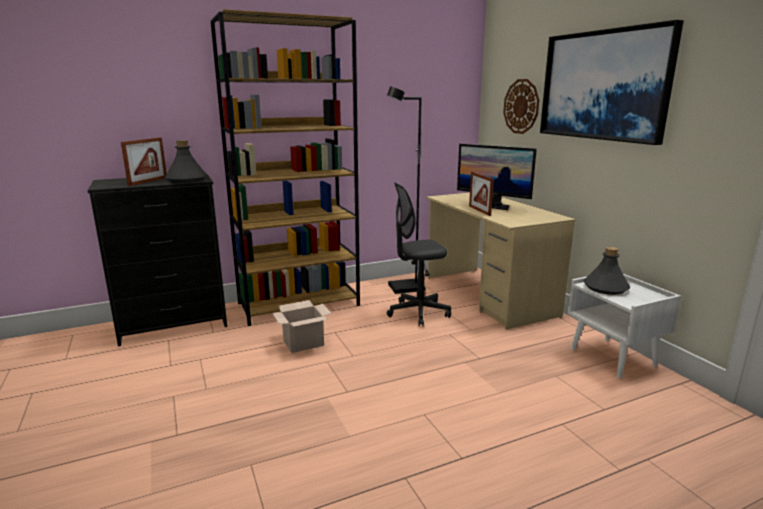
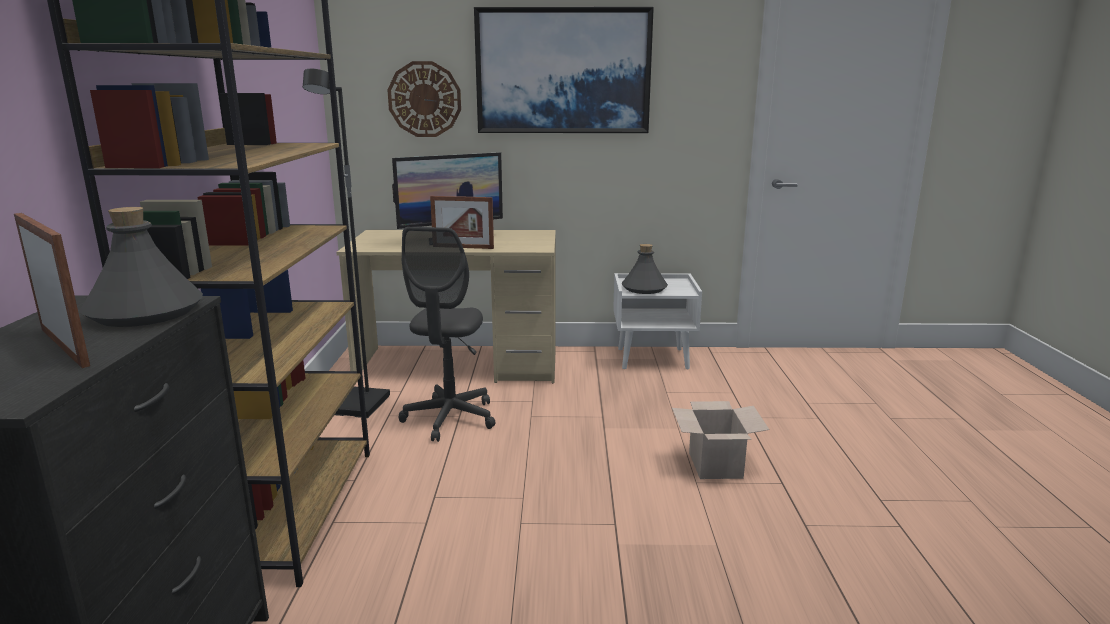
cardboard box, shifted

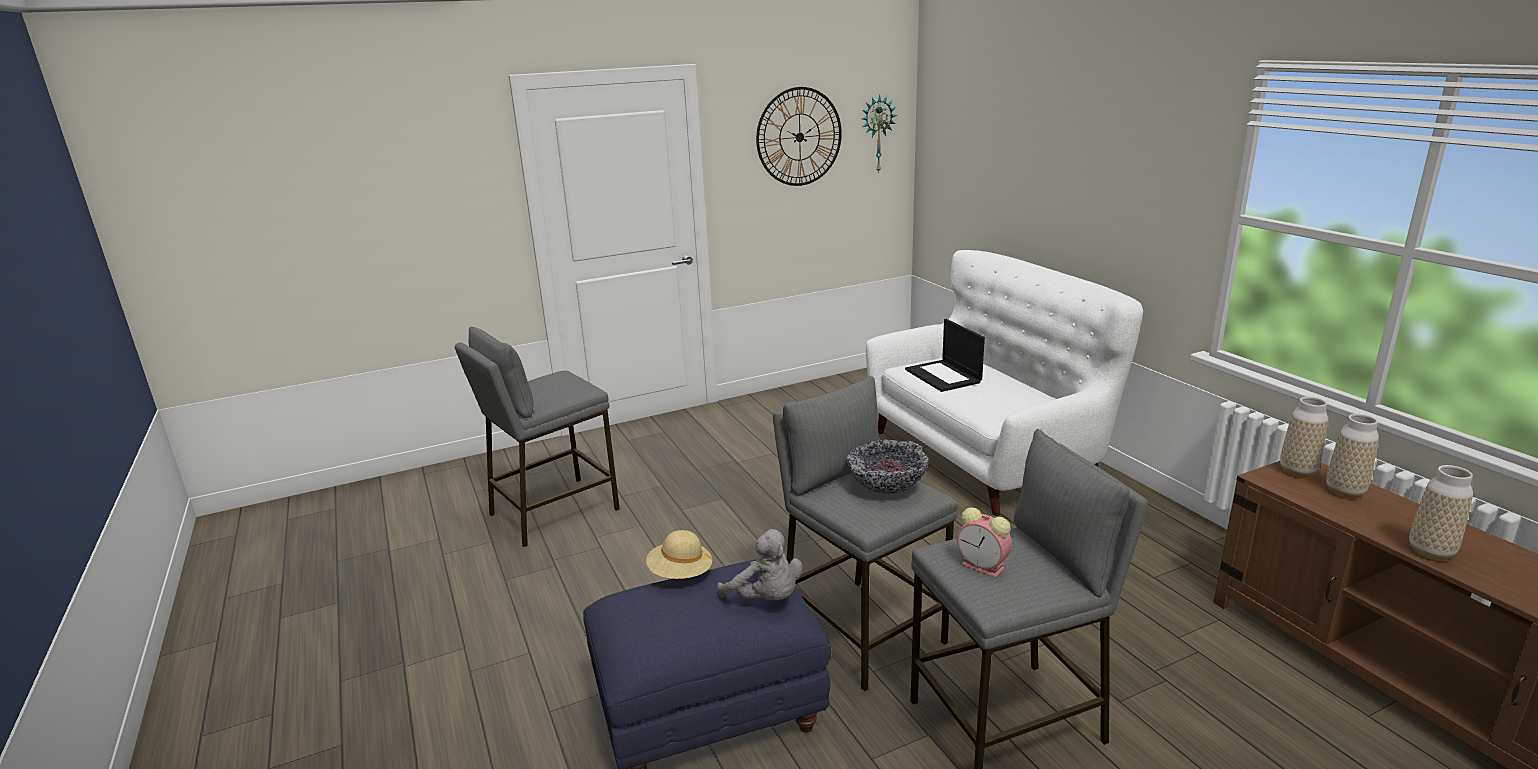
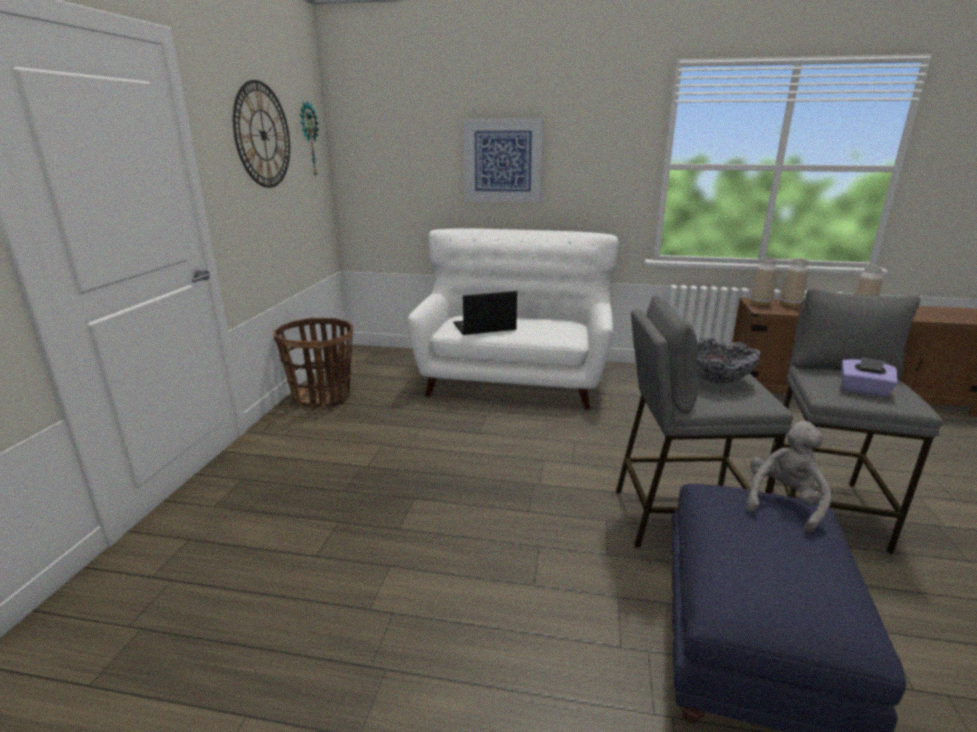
nothing => basket
laptop, 150 degrees clockwise
nothing => picture
grey plush toy, 45 degrees counterclockwise
alarm clock => purple tissue box
grey stool (no. 1 from left) => nothing
beige hat => nothing

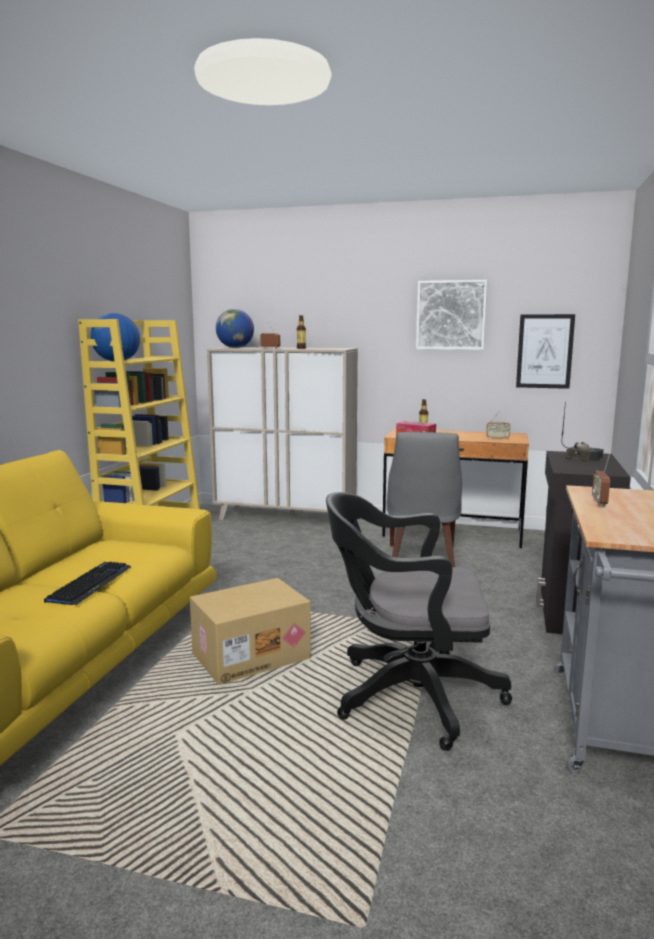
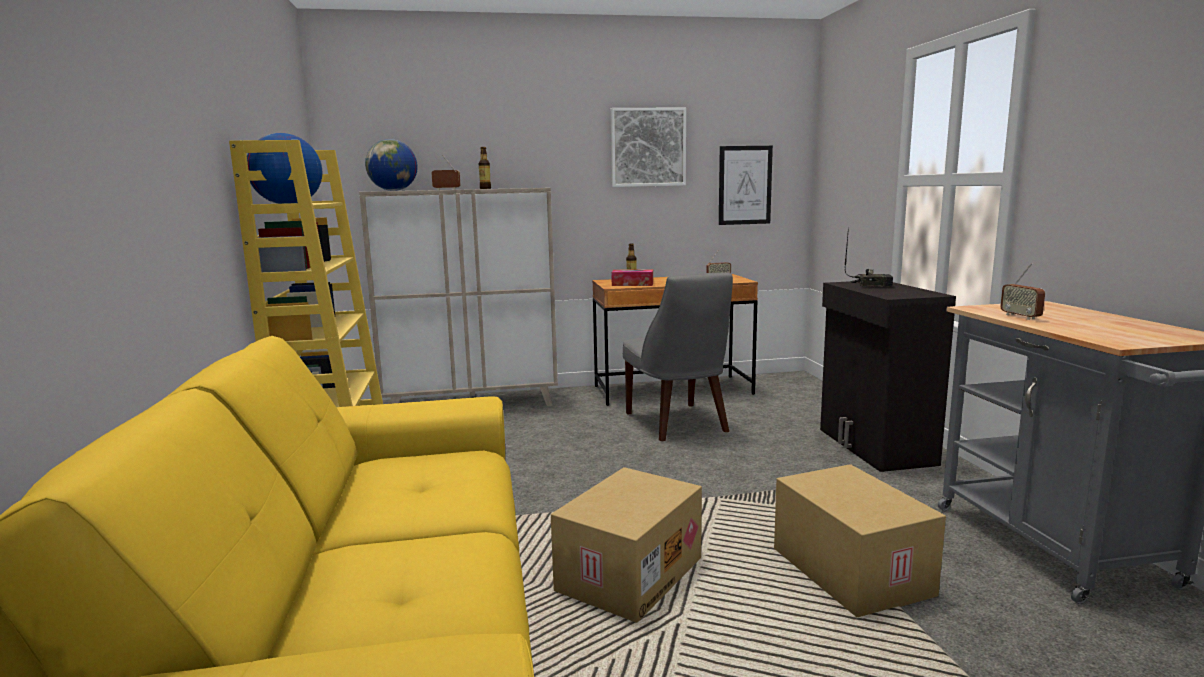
black office chair => cardboard box (no. 2 from left)
keyboard => nothing

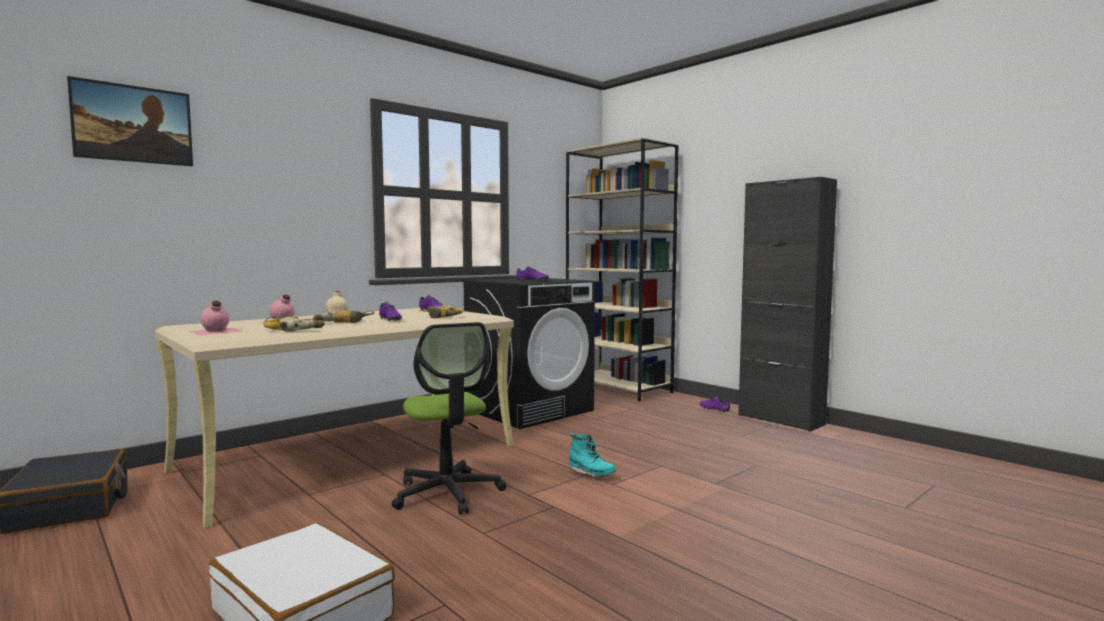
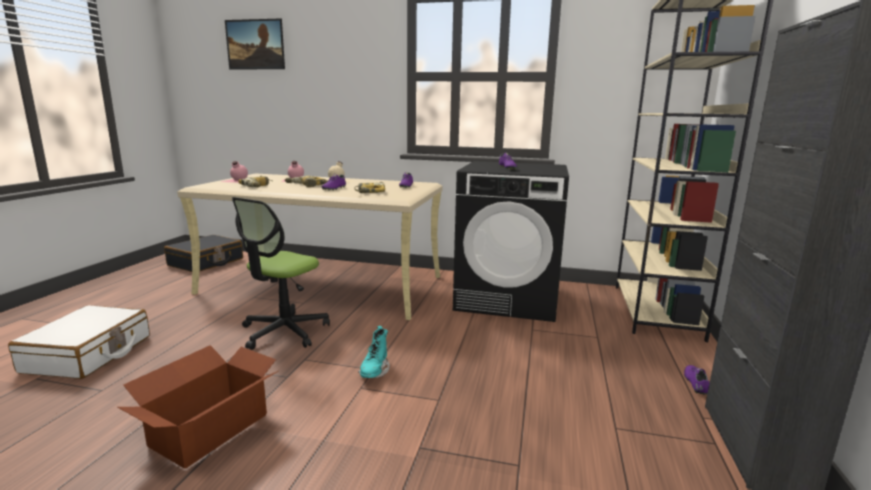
nothing => cardboard box

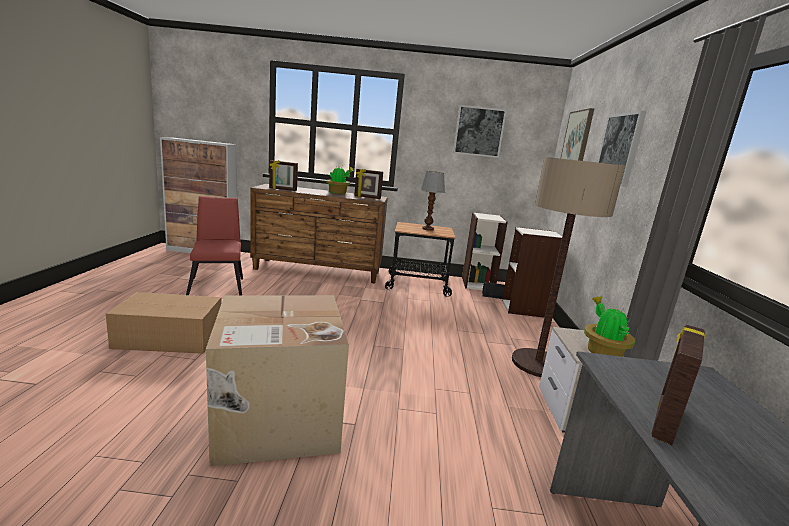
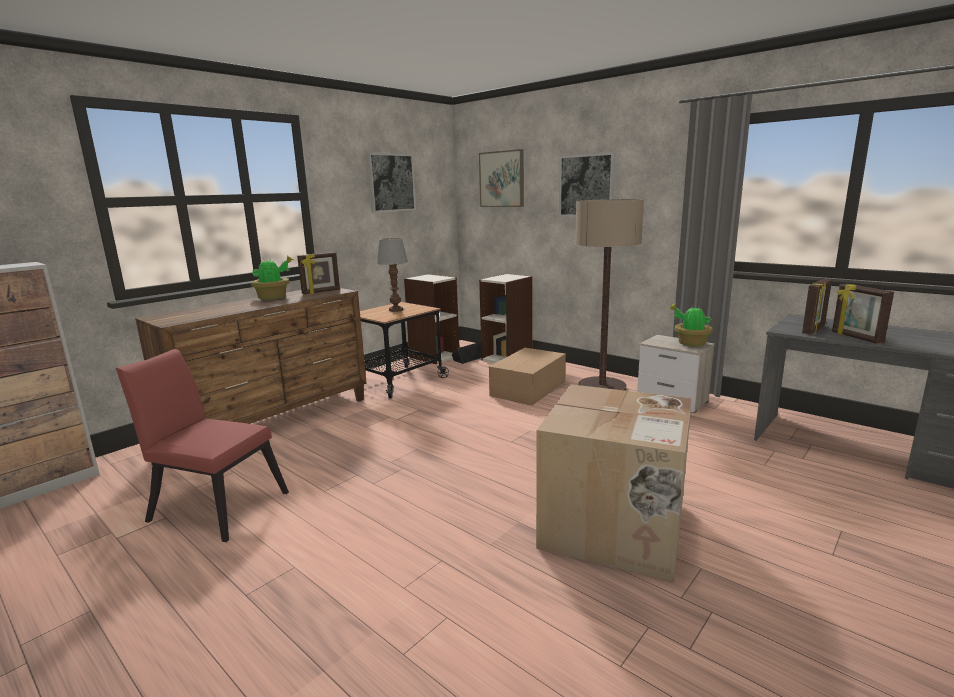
cardboard box (no. 1 from left), shifted
picture frame (no. 1 from left in the first image) => picture frame (no. 2 from left), shifted

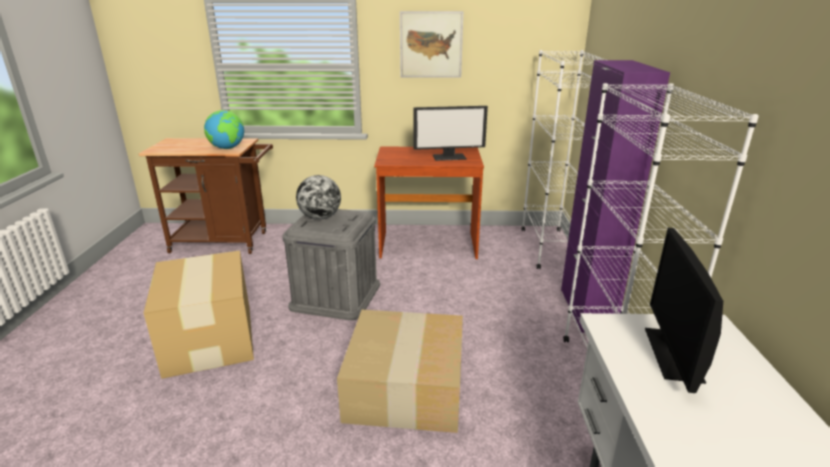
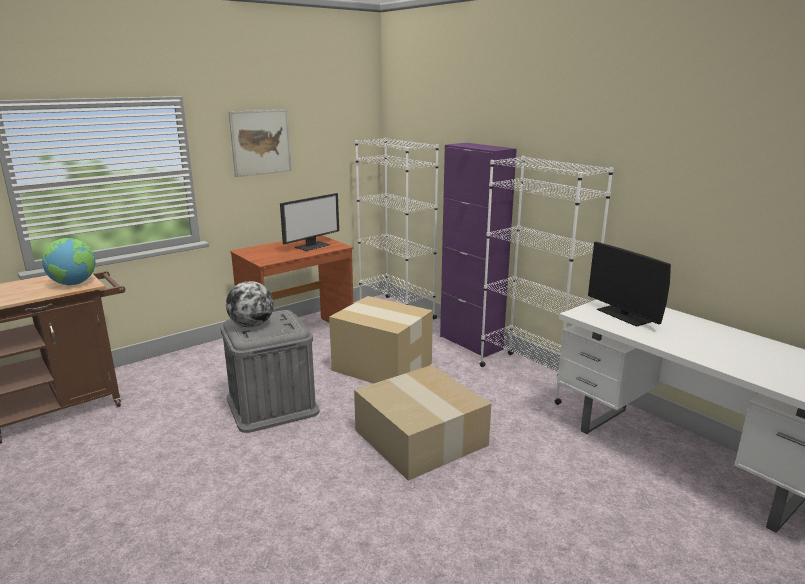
cardboard box (no. 1 from left), shifted

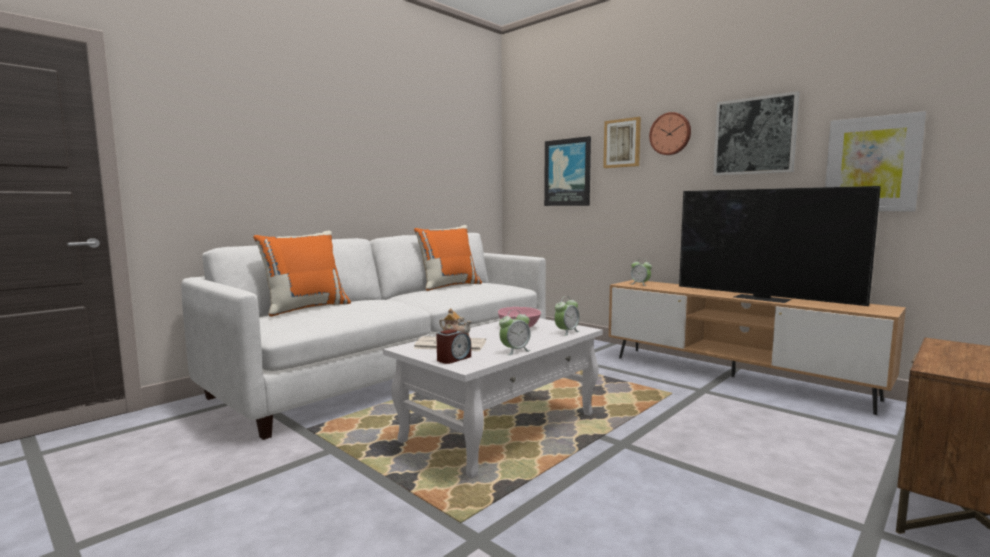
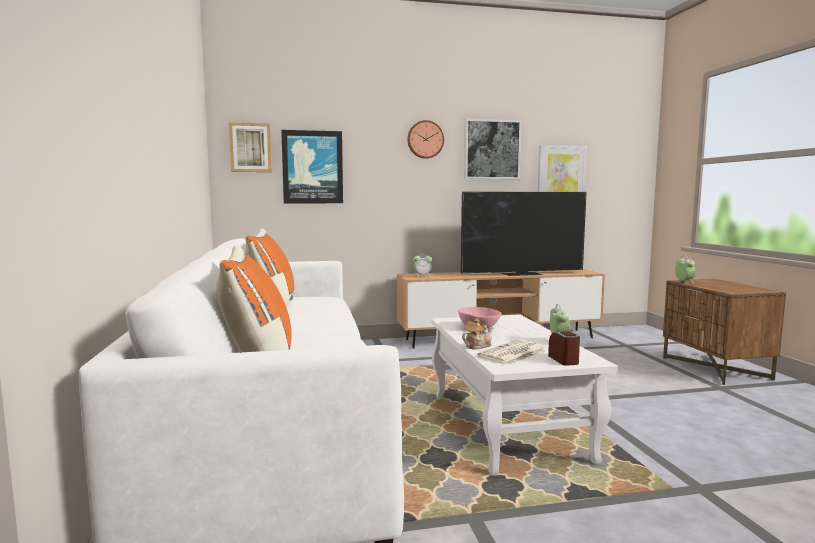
picture (no. 2 from left in the first image) => picture (no. 1 from left), shifted
alarm clock (no. 3 from left in the first image) => alarm clock (no. 4 from left), shifted

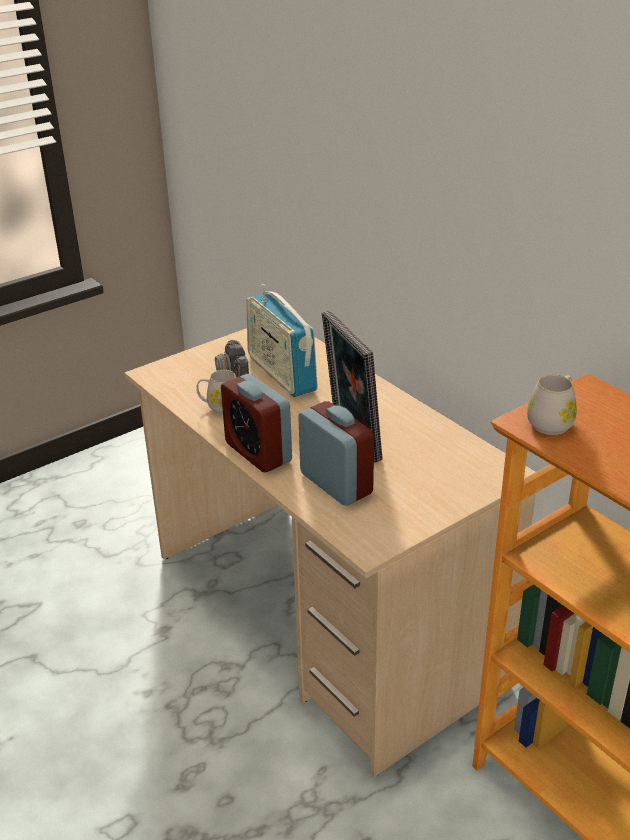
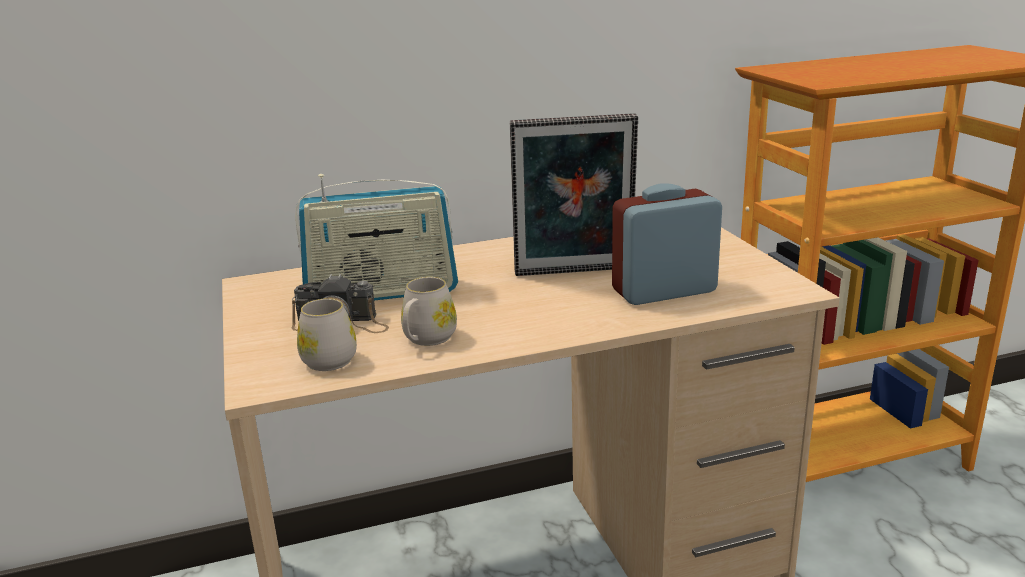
white mug (no. 2 from left in the first image) => white mug (no. 1 from left), shifted
alarm clock (no. 1 from left) => nothing

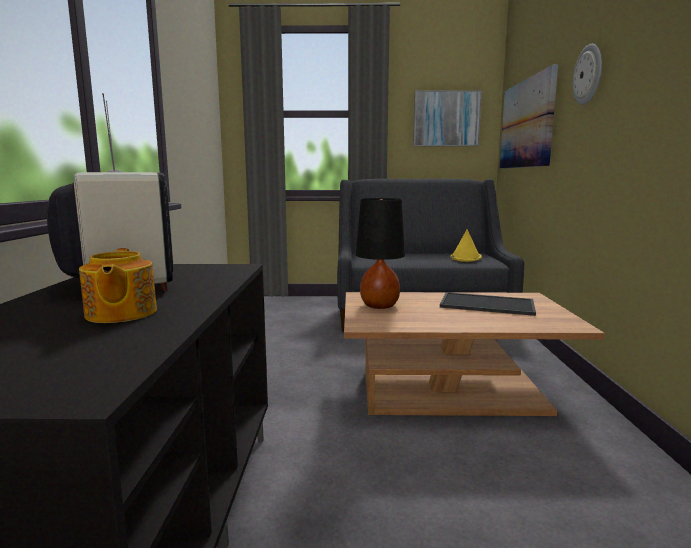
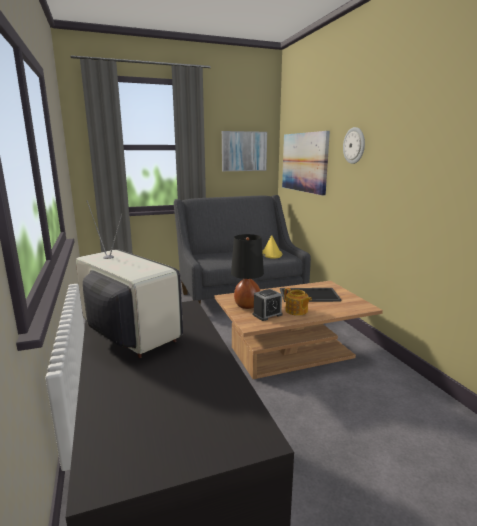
nothing => alarm clock
teapot, shifted

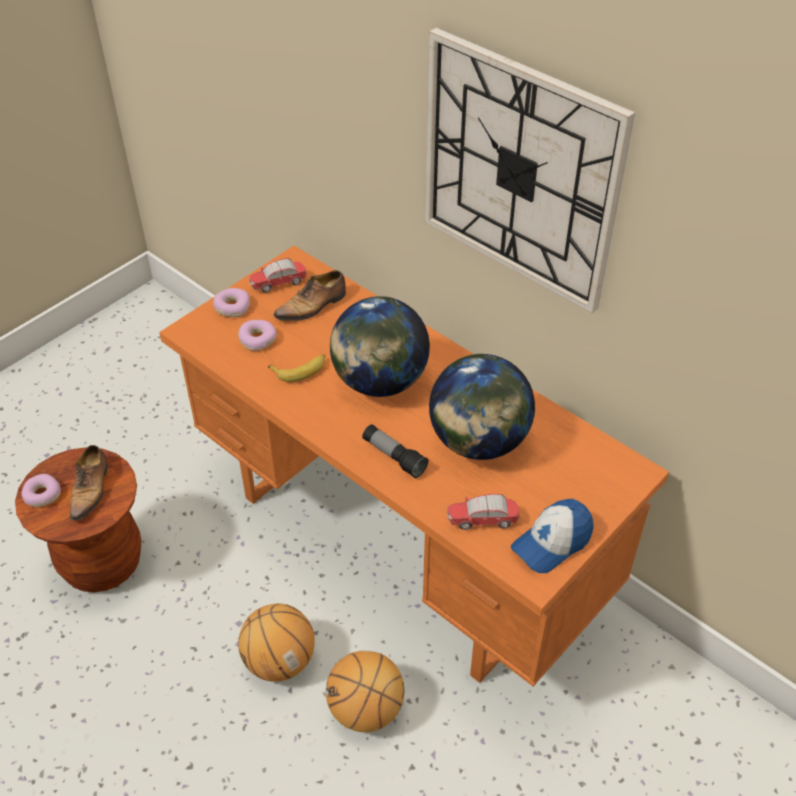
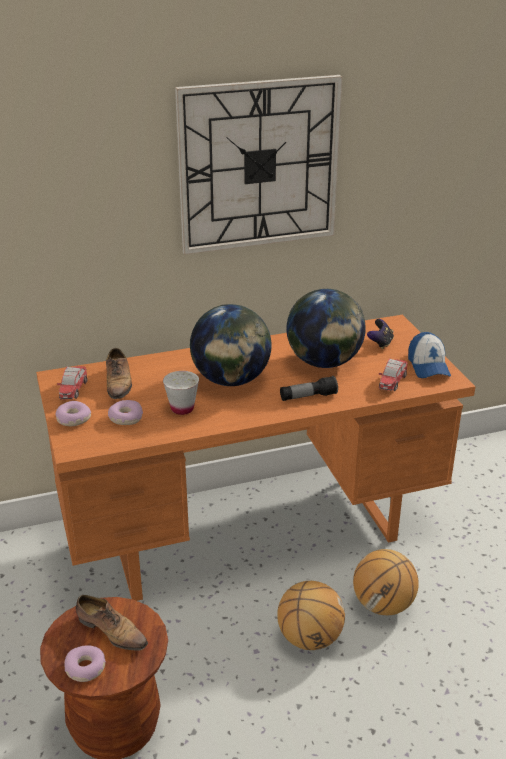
banana => white cup
nothing => game controller

